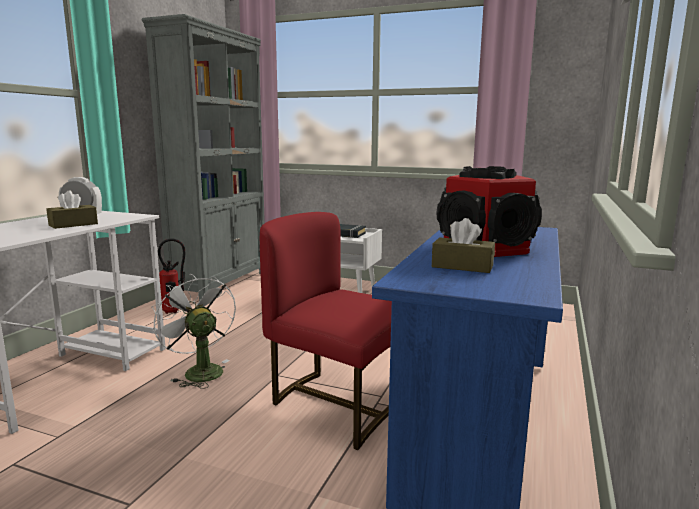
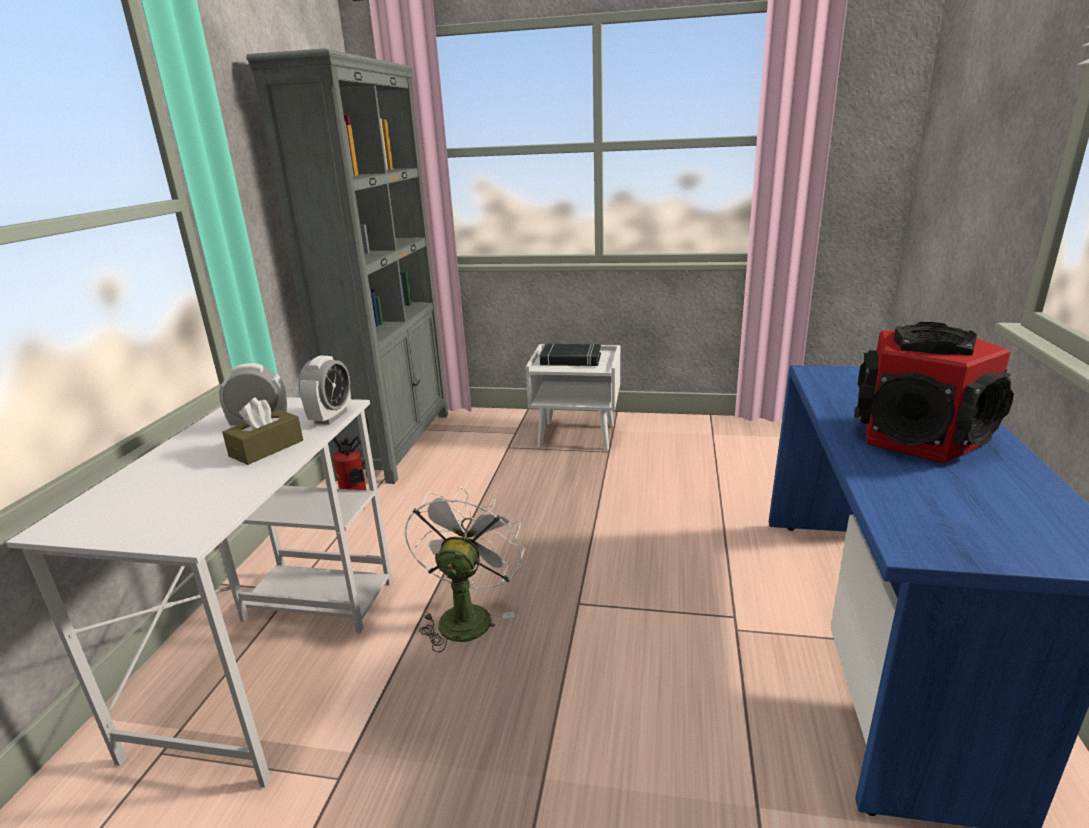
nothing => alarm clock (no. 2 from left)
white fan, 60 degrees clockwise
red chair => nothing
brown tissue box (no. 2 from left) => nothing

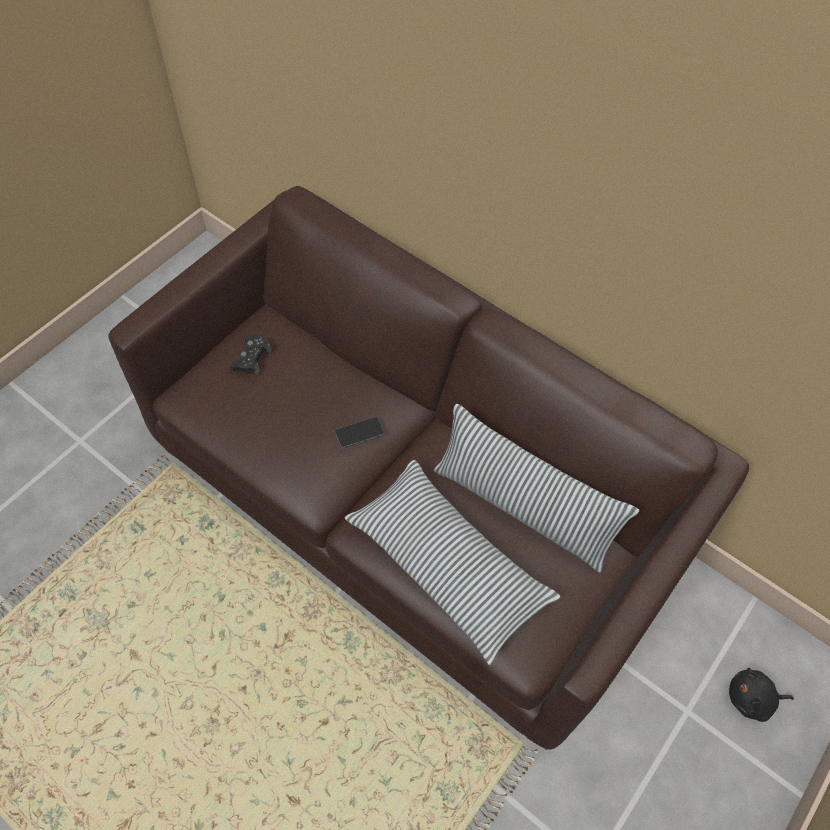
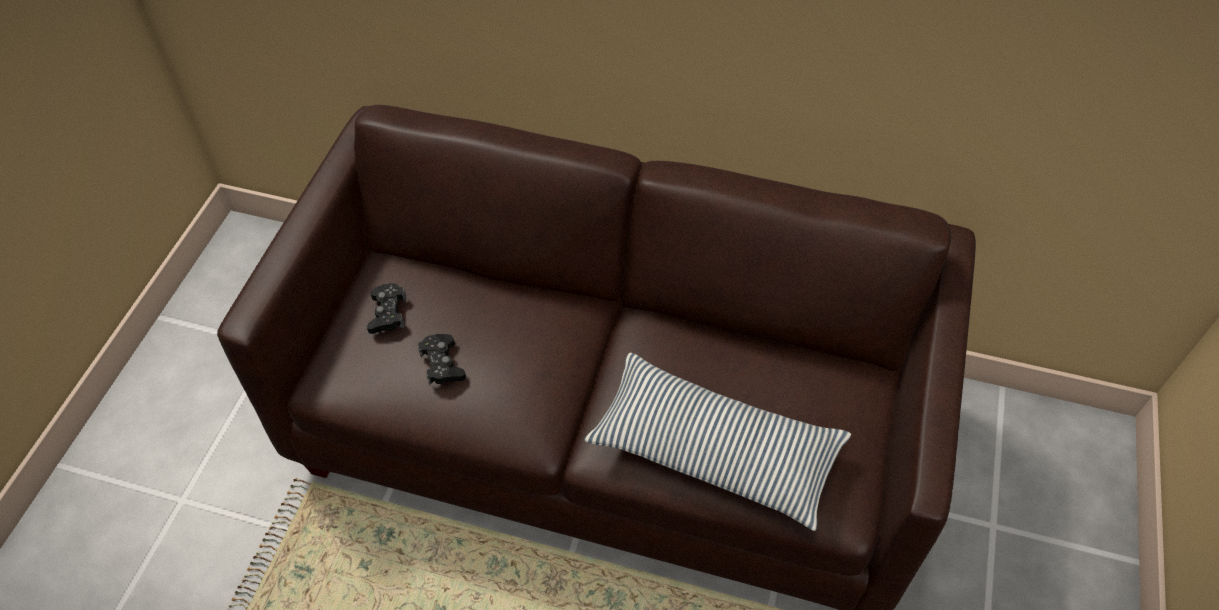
nothing => black game controller (no. 2 from left)
phone => nothing
pillow (no. 2 from left) => nothing
black plush toy => nothing

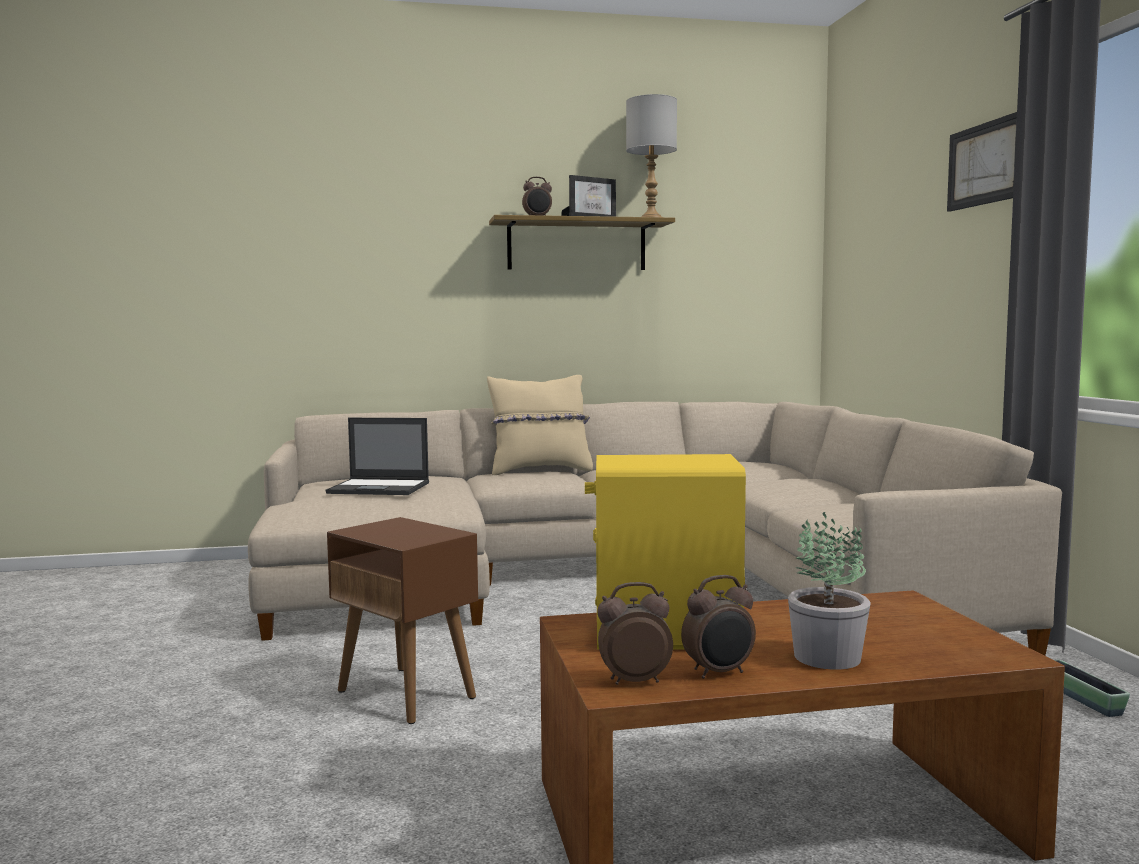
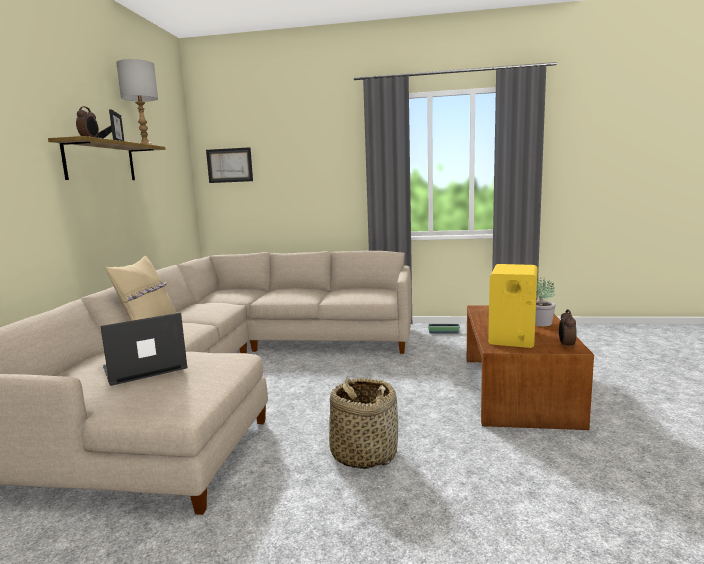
laptop, 150 degrees counterclockwise
picture, shifted
brown side table => basket
alarm clock (no. 3 from left) => nothing

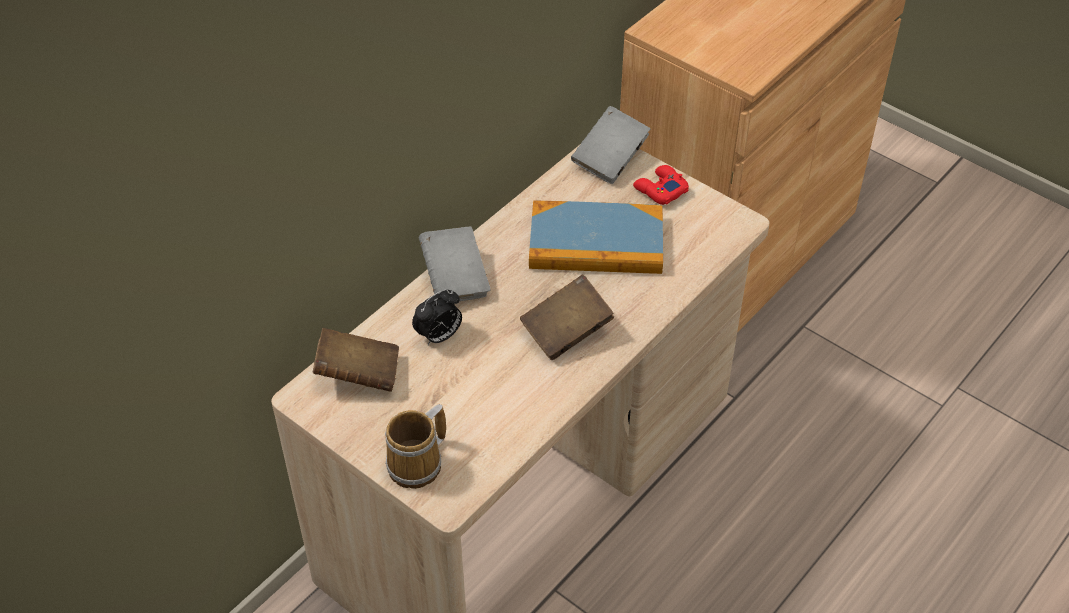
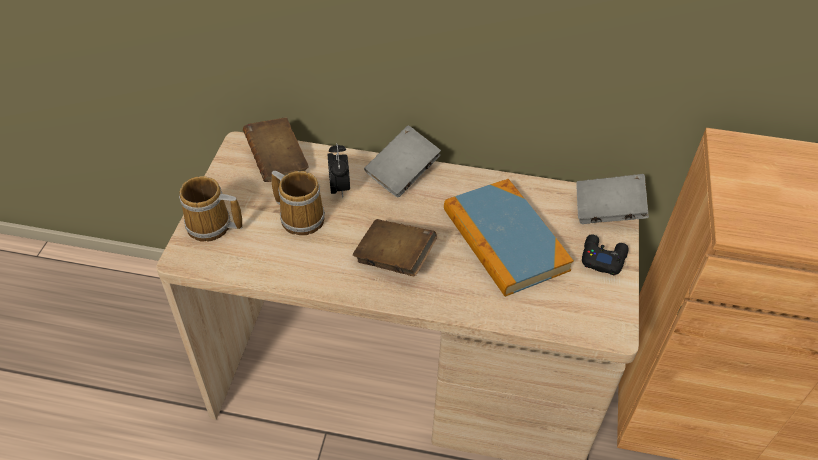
nothing => mug (no. 2 from left)
alarm clock, 120 degrees counterclockwise
red game controller => black game controller

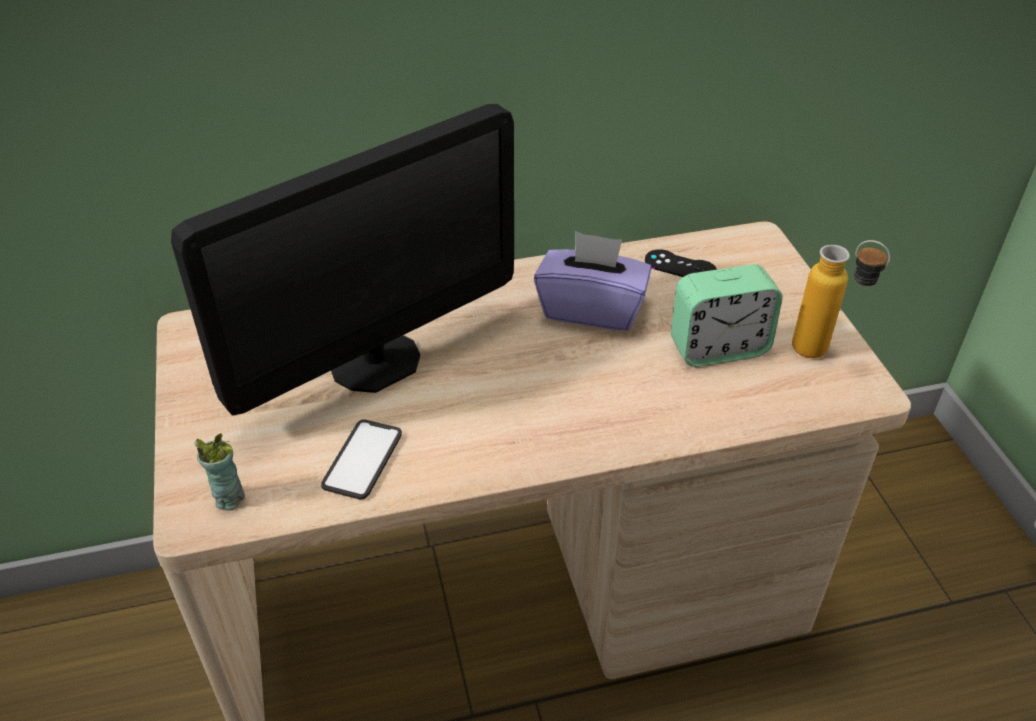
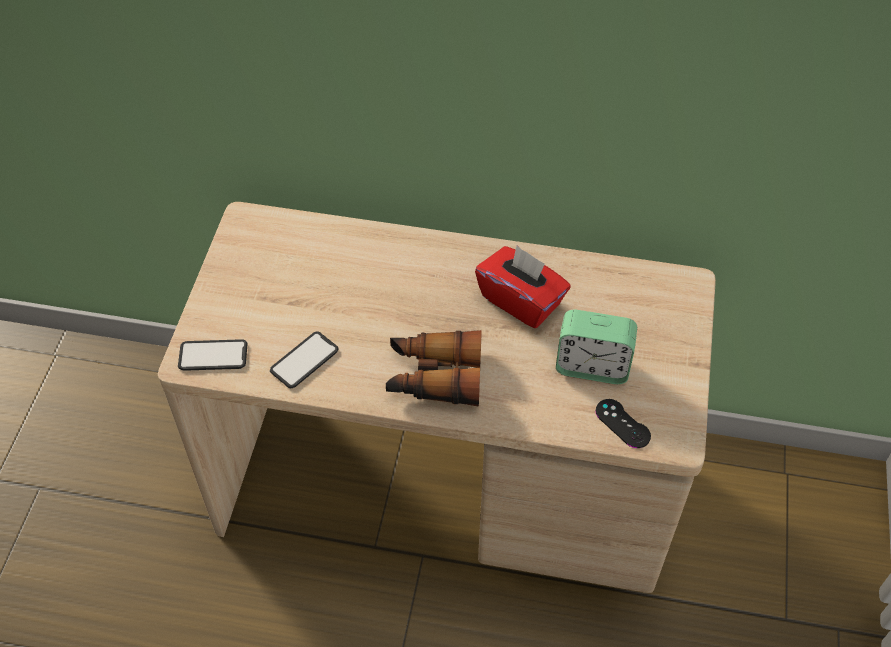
cup => phone (no. 1 from left)
nothing => binoculars
purple tissue box => red tissue box
black game controller, shifted
monitor => nothing
bottle => nothing

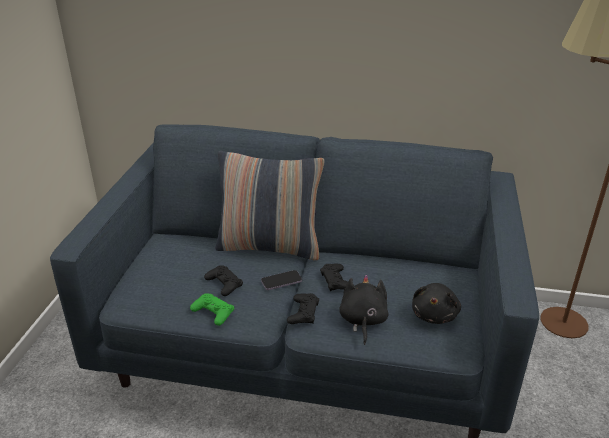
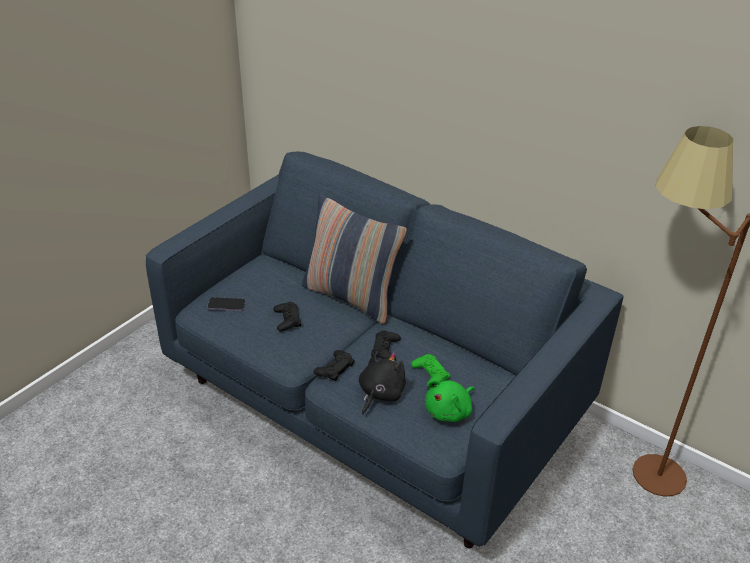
phone, shifted
green game controller, shifted
black plush toy (no. 2 from left) => green plush toy

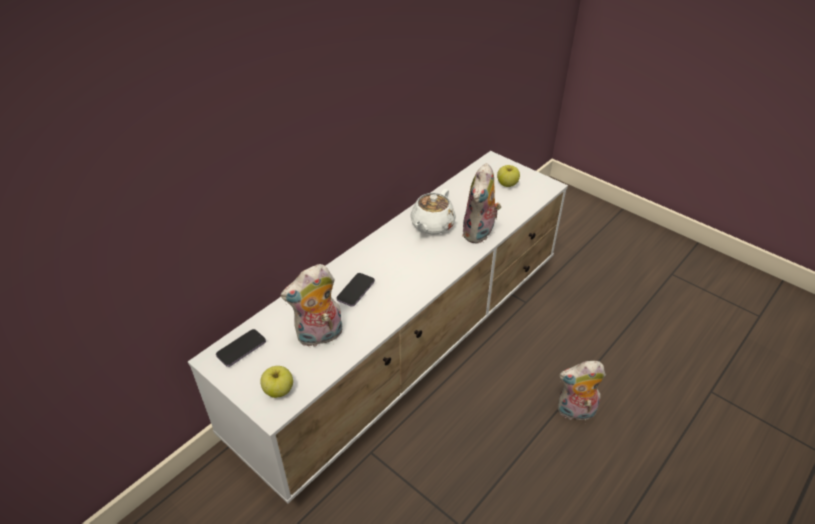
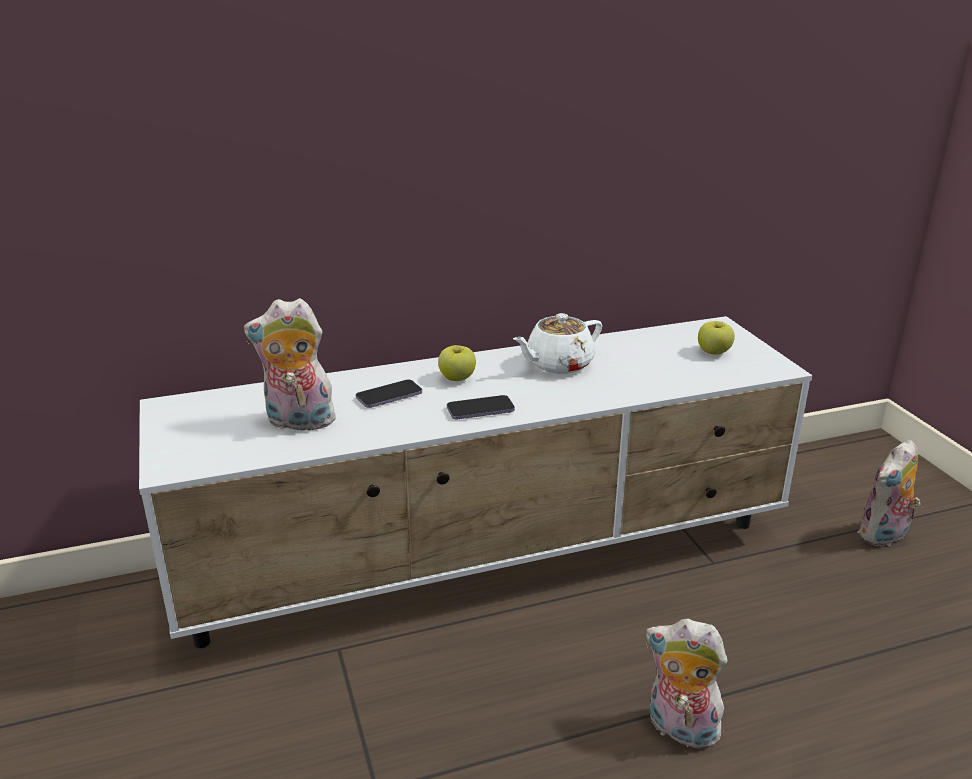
apple (no. 1 from left), shifted
phone (no. 1 from left in the first image) => phone (no. 2 from left), shifted
plush toy (no. 2 from left in the first image) => plush toy (no. 3 from left), shifted

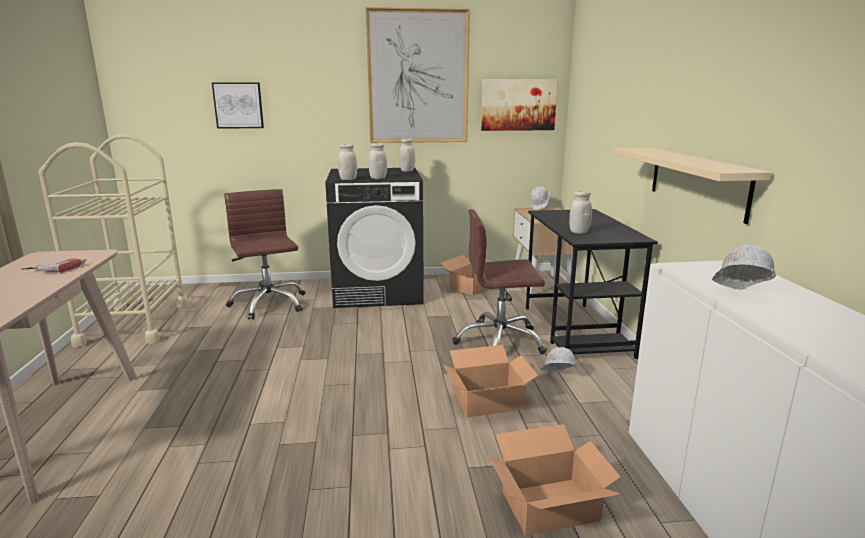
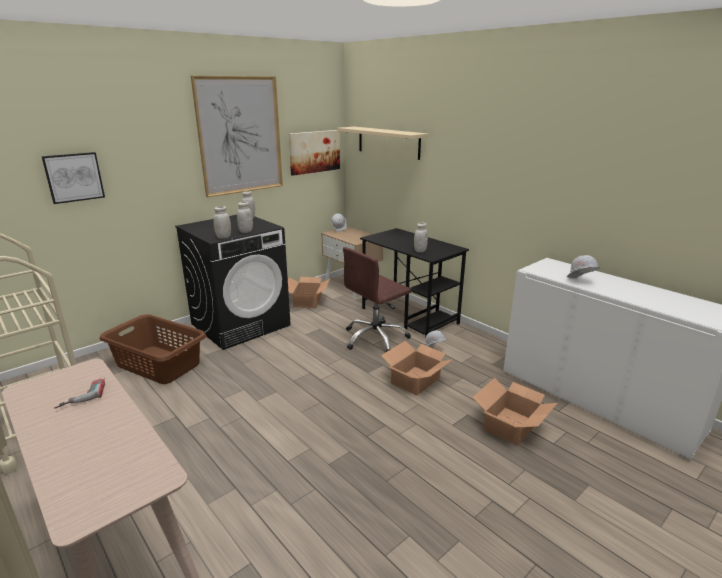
brown office chair (no. 1 from left) => brown laundry basket
beige shelf, shifted

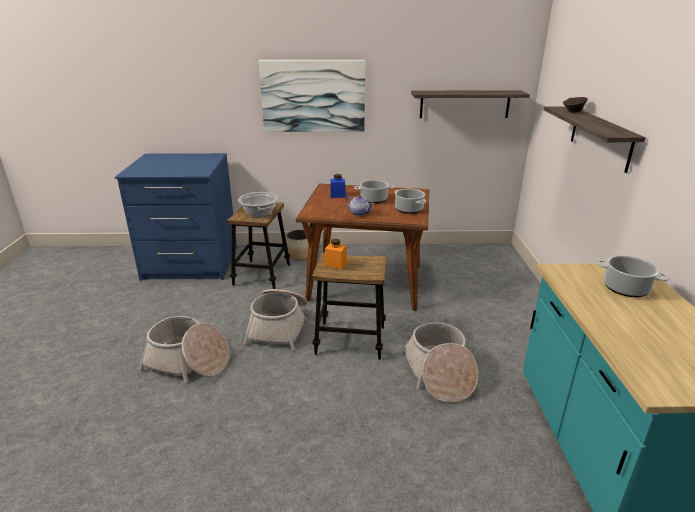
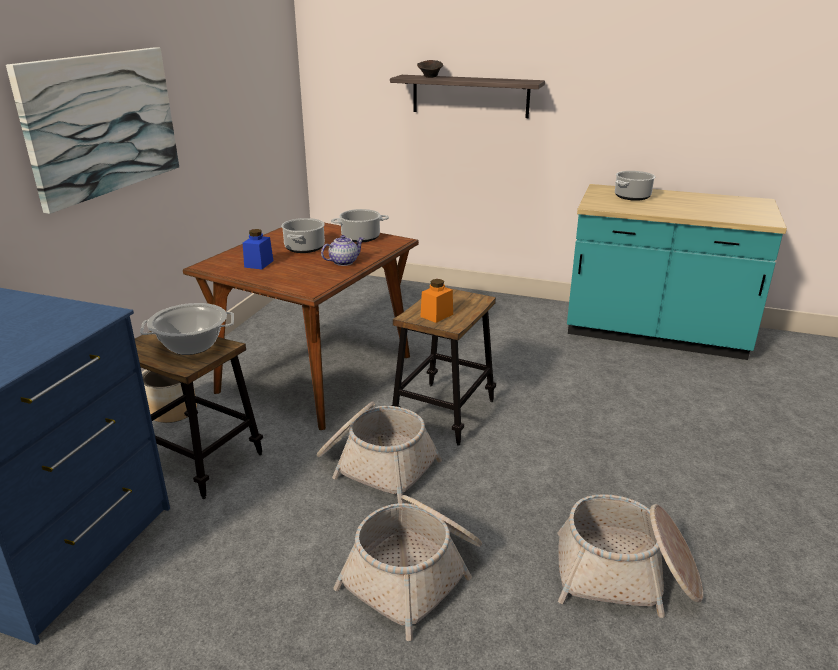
basket (no. 3 from left), shifted
shelf (no. 1 from left) => nothing

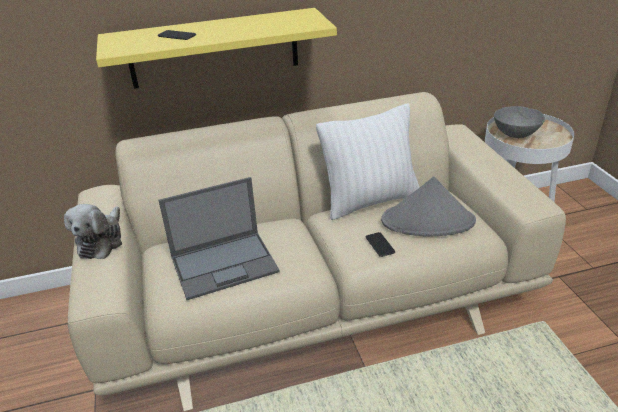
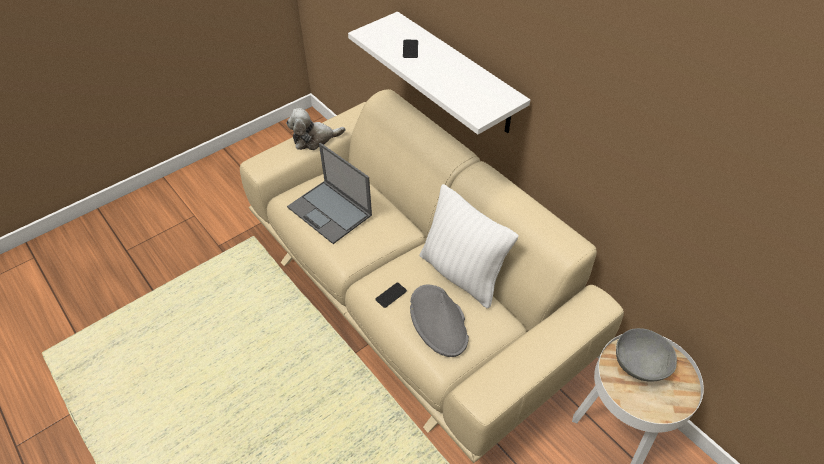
yellow shelf => white shelf

